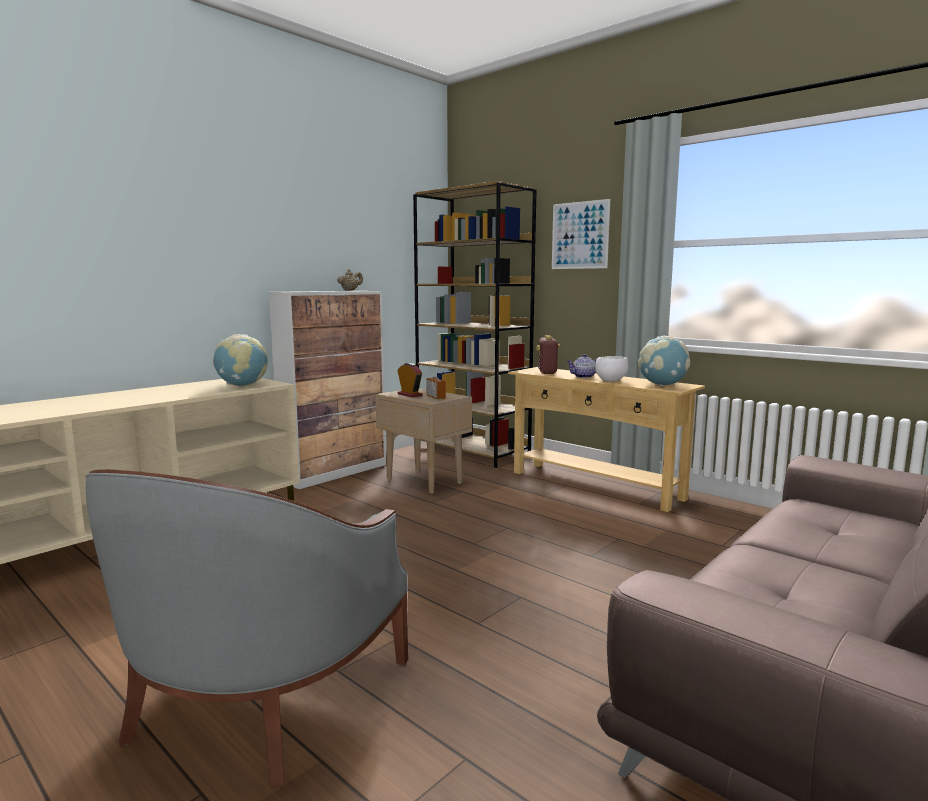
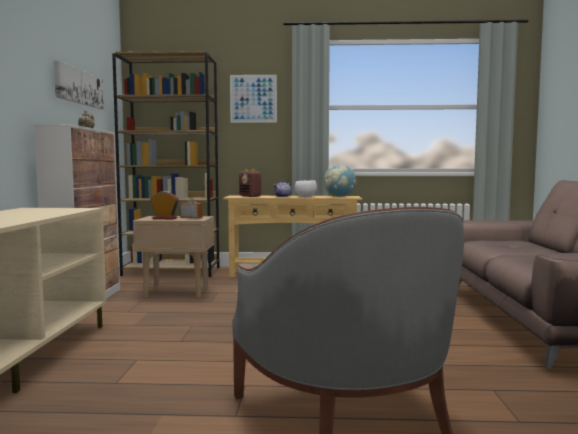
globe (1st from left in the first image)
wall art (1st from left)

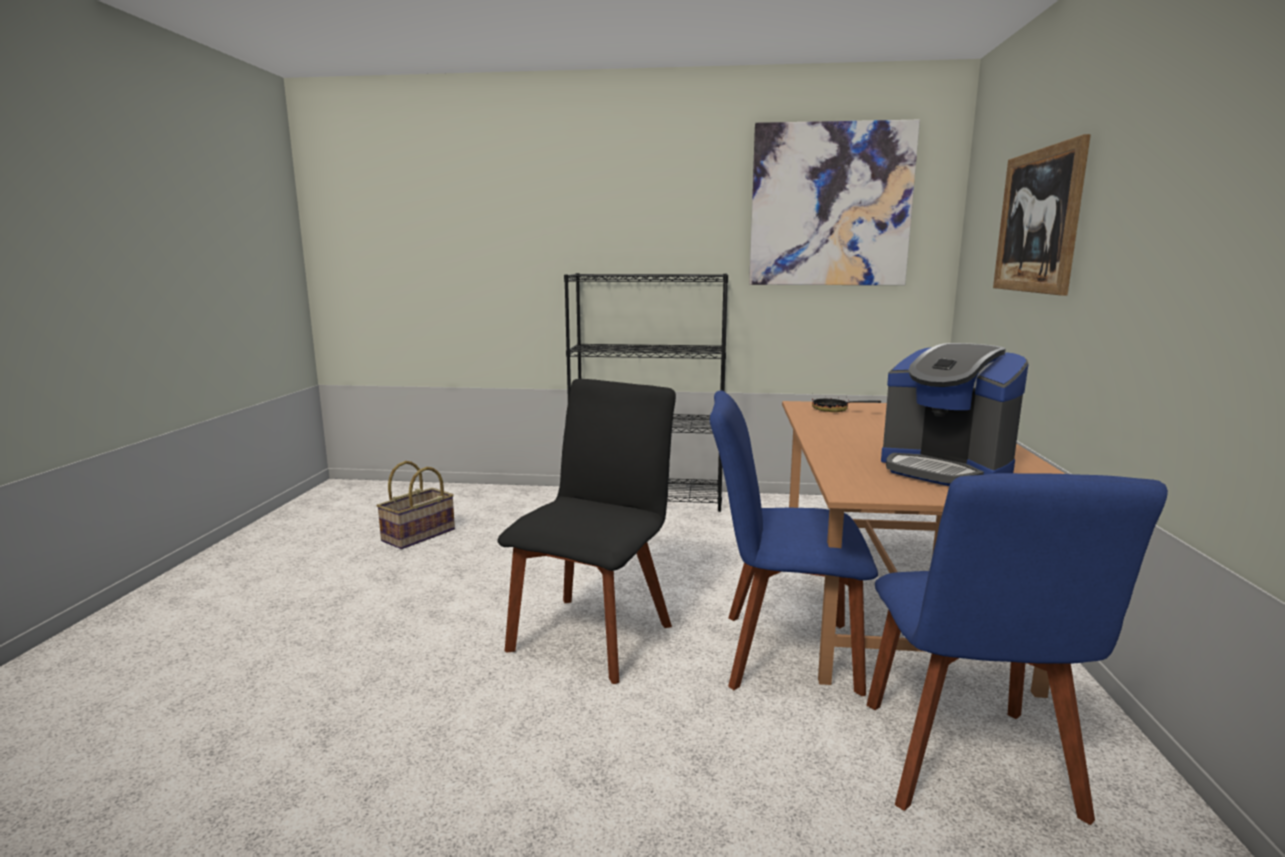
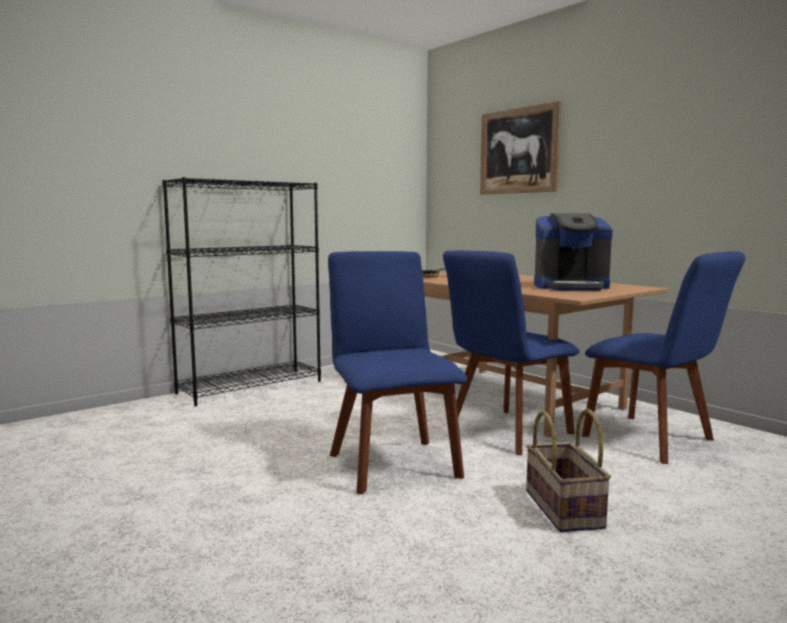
basket
chair in blue (1st from left)
wall art (1st from left in the first image)

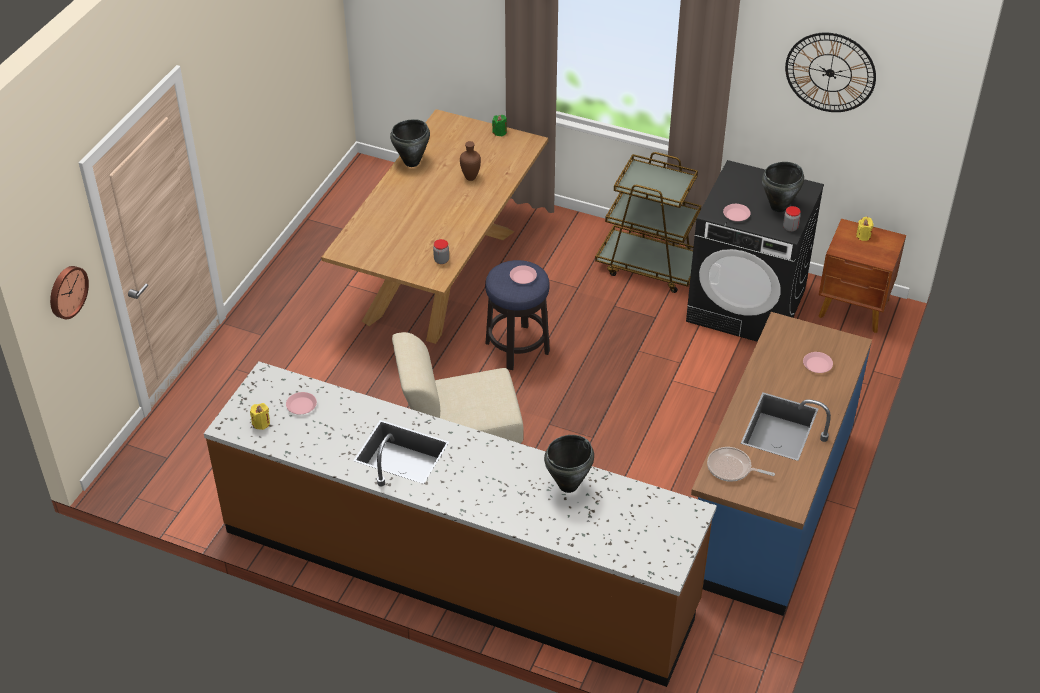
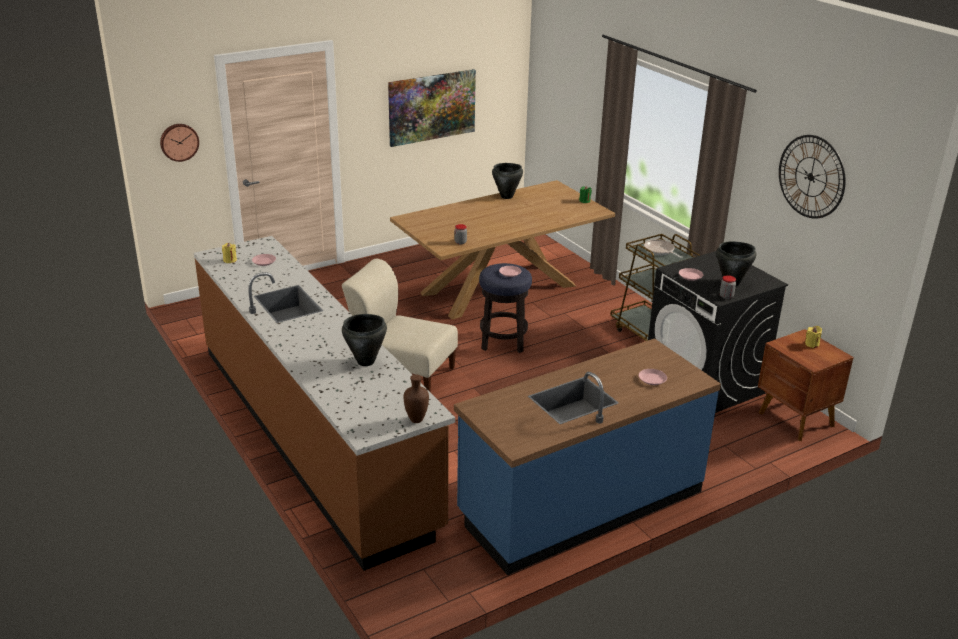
vase in brown-coloured
pan
wall art

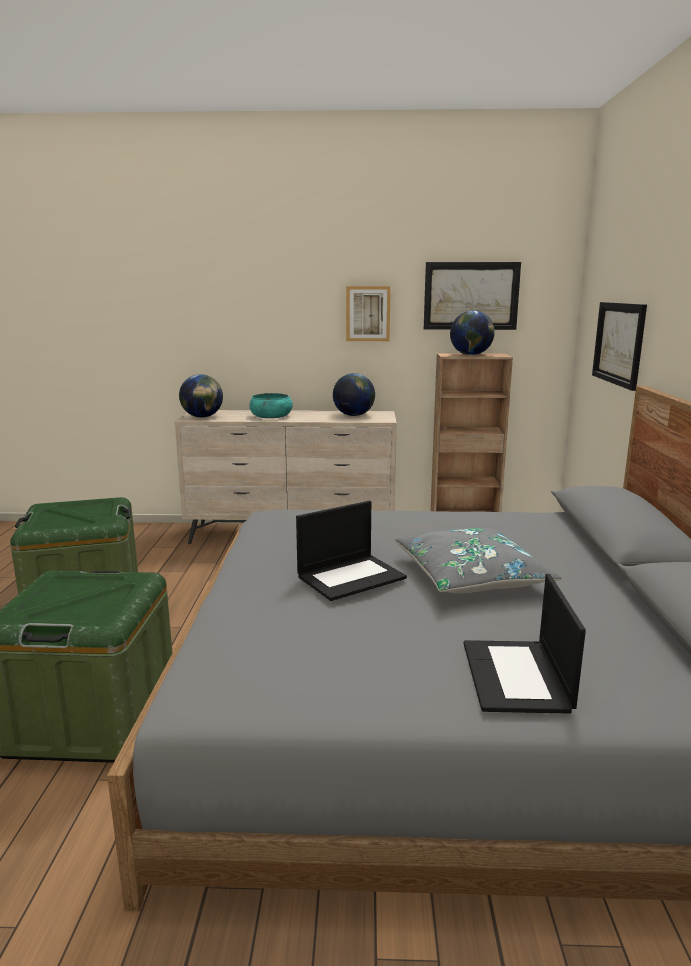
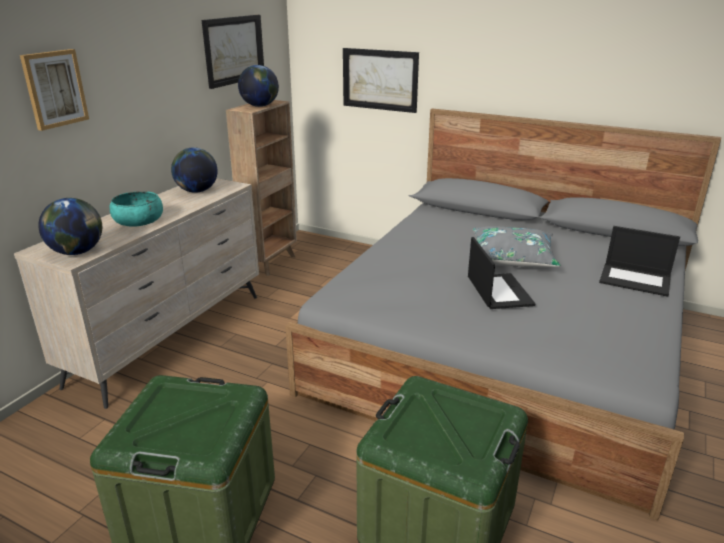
wall art (1st from left)

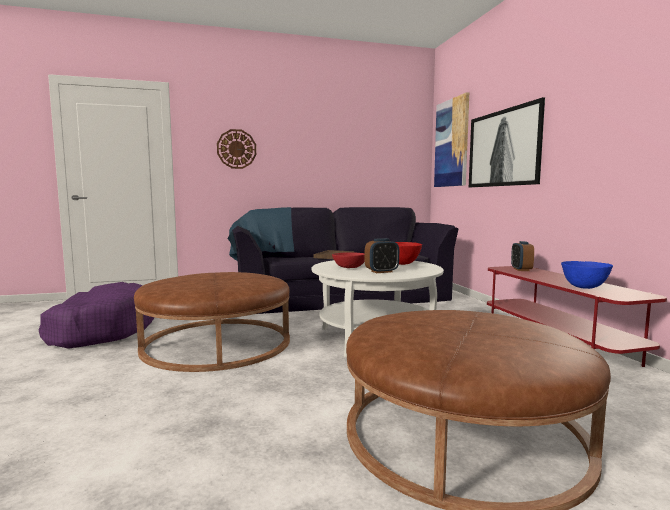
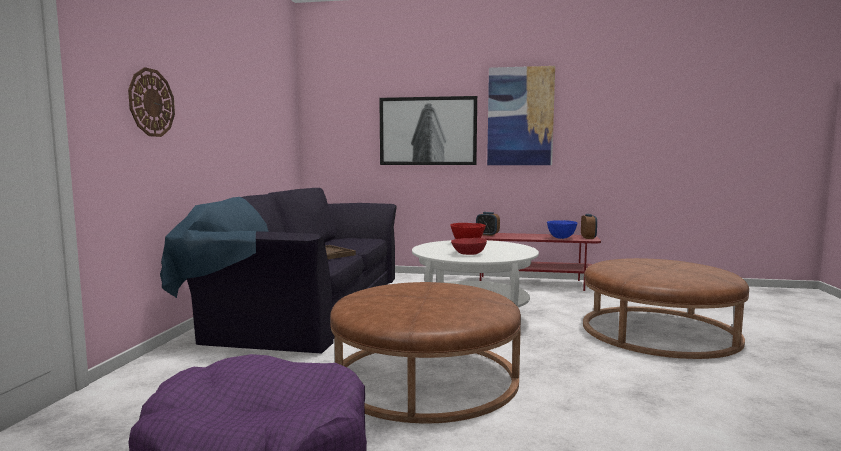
table clock (2nd from left)
wall art (2nd from left)

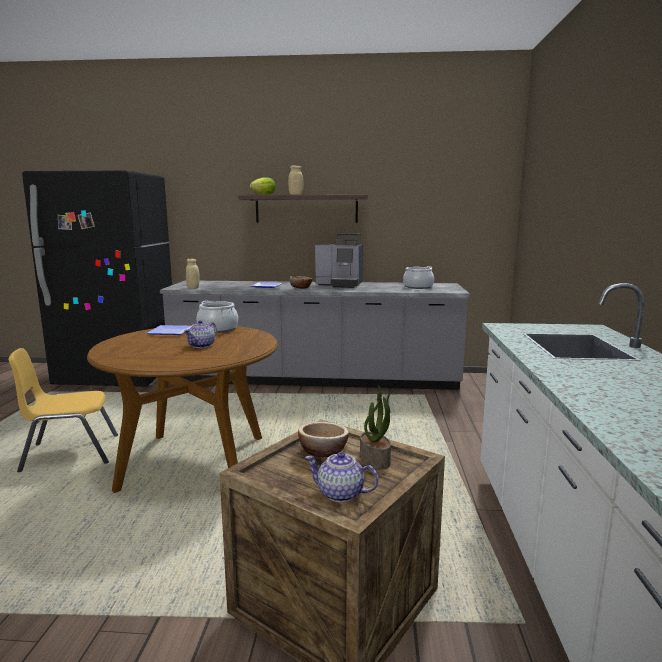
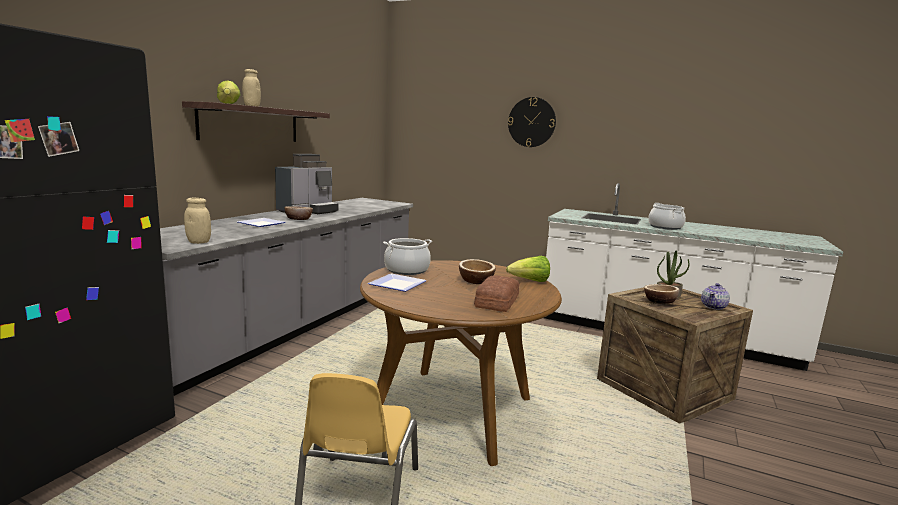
deep dish (2nd from left)
saucepot (2nd from left)
bread
lettuce (2nd from left)
clock on the wall

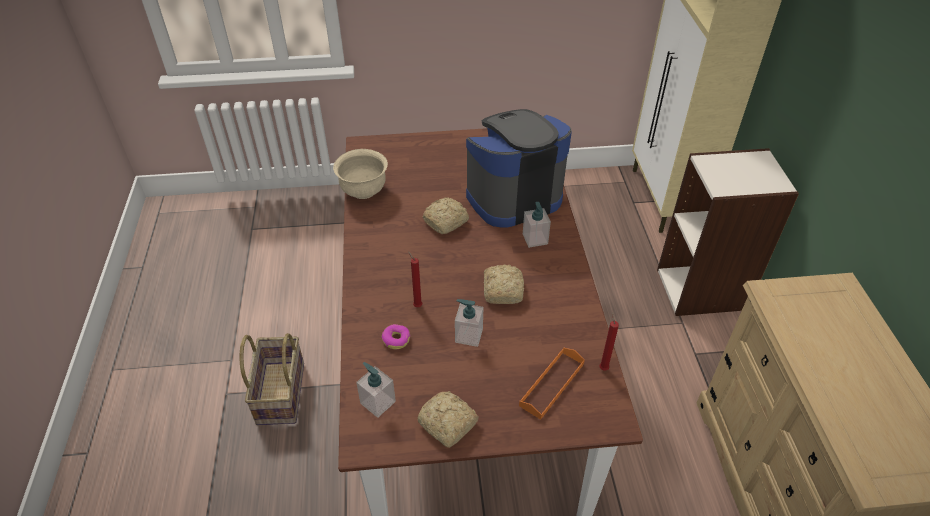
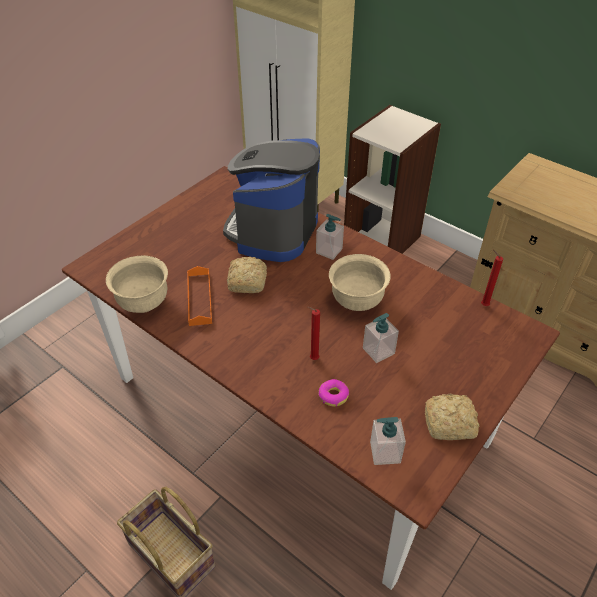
deep dish in sand-coloured (2nd from left)
tray in orange

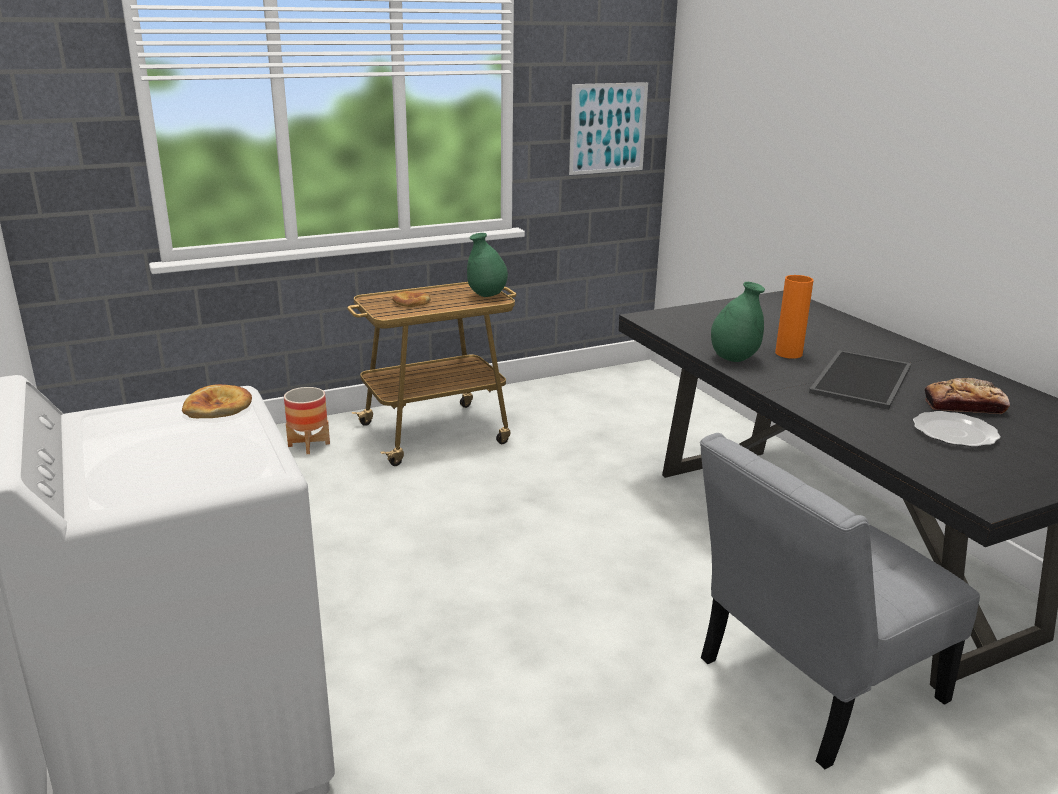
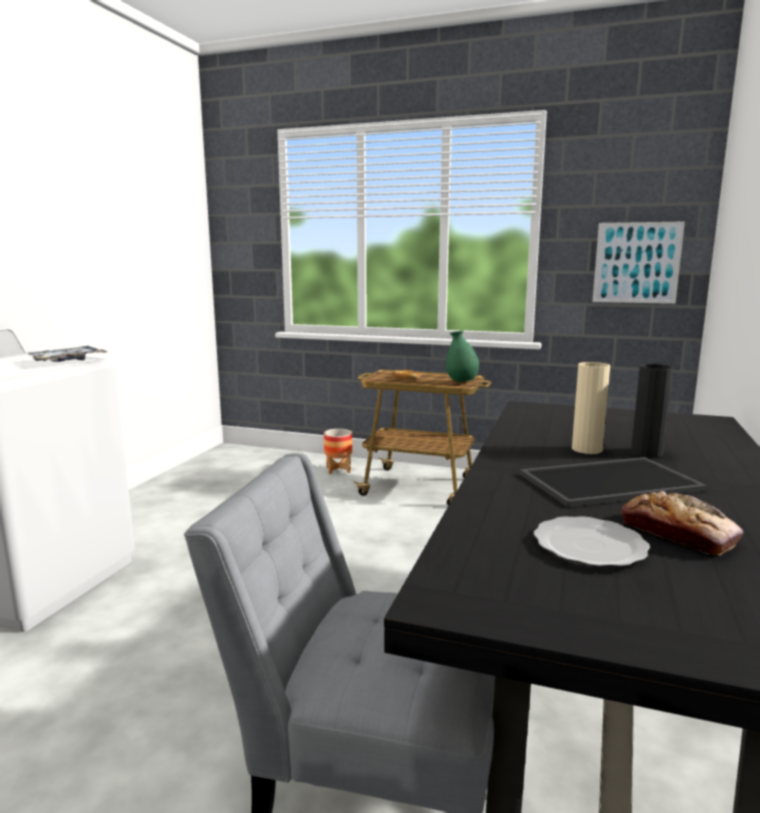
tray (1st from left)
vase in green-coloured (2nd from left in the first image)
vase in sand-coloured
vase in black-coloured

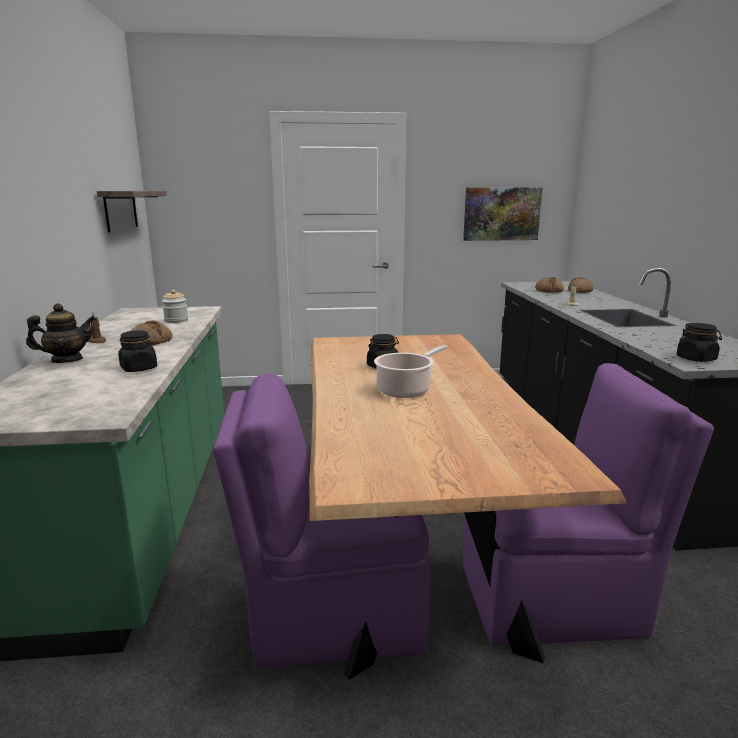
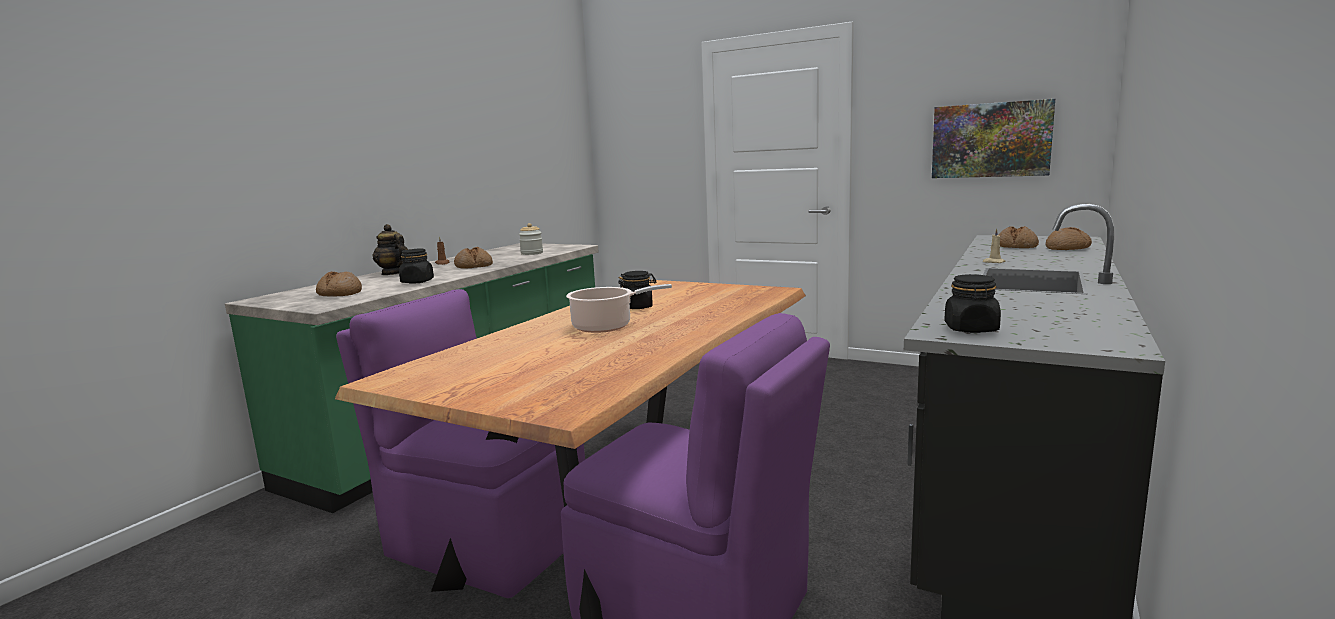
pot for tea
bracket shelf
bread (1st from left)

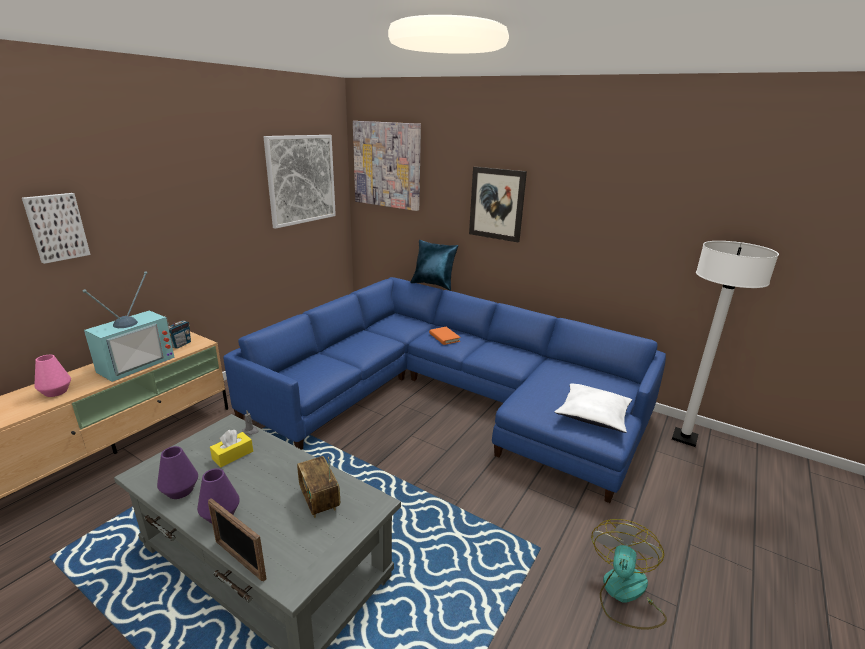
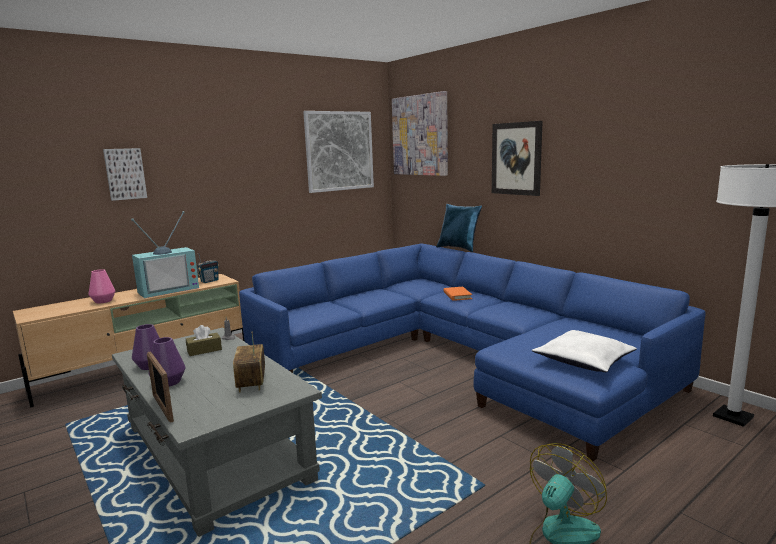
box of tissues in brown-coloured

